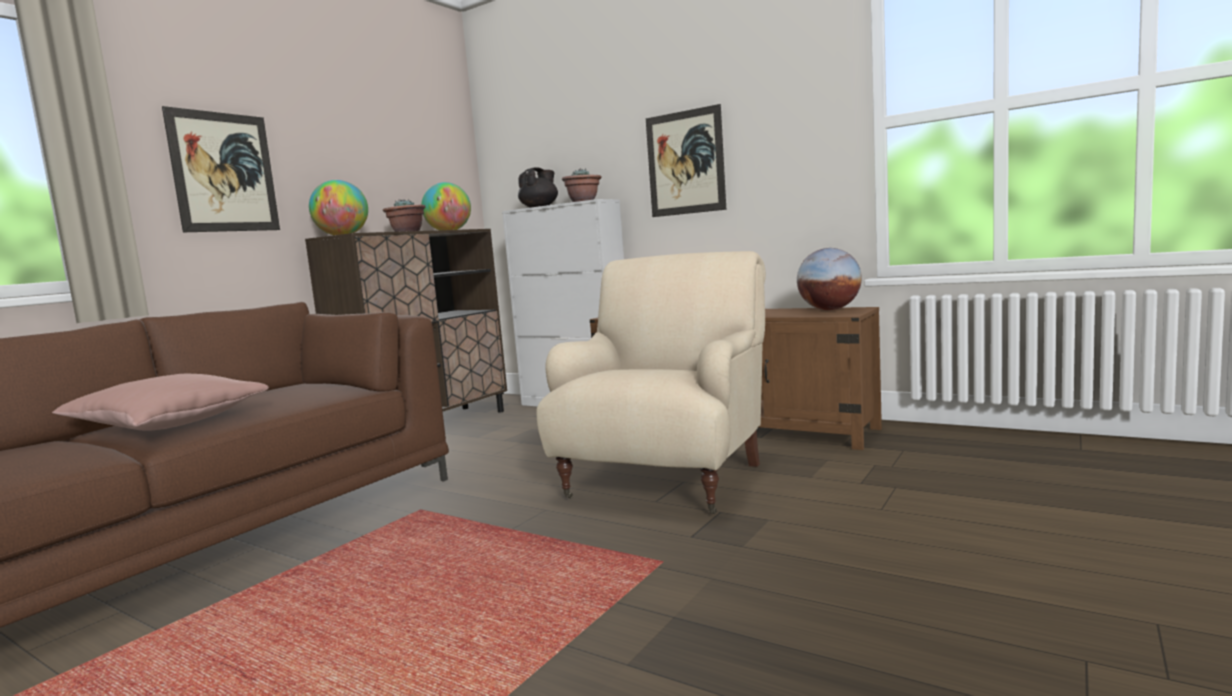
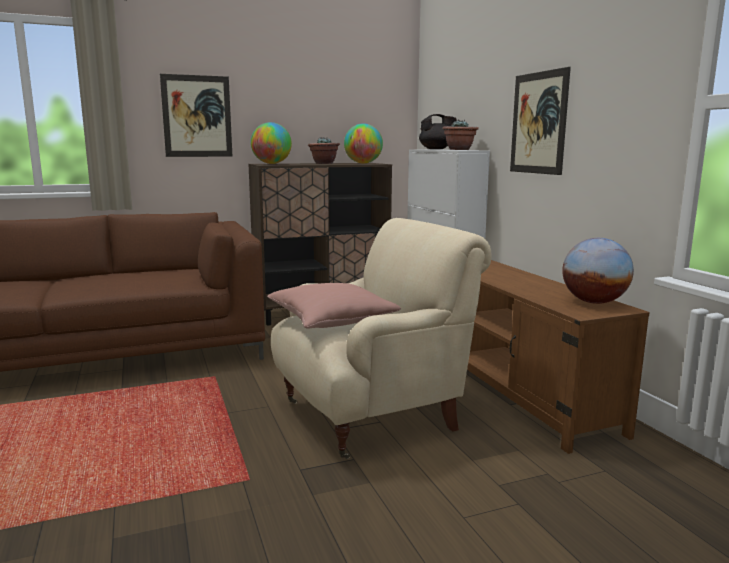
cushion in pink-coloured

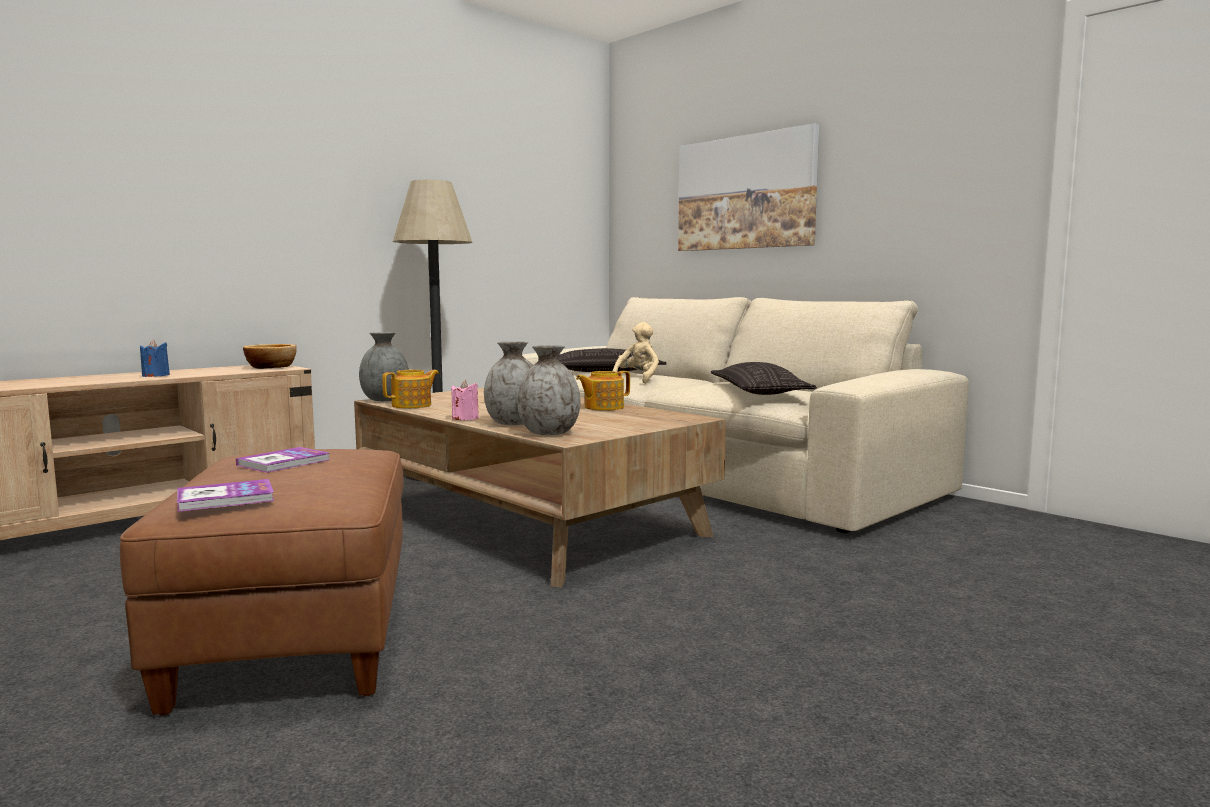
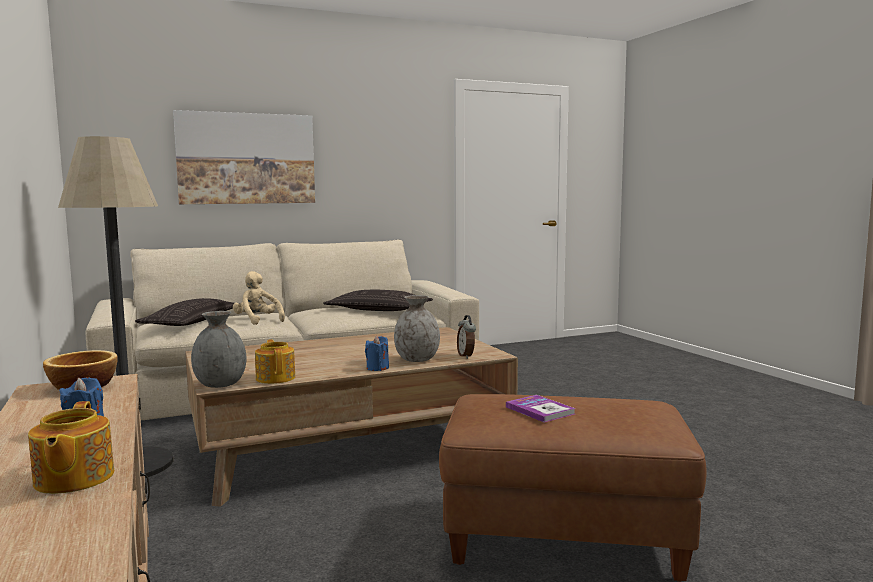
volume (1st from left in the first image)
wax light in blue (2nd from left)
table clock
pot for tea (1st from left)

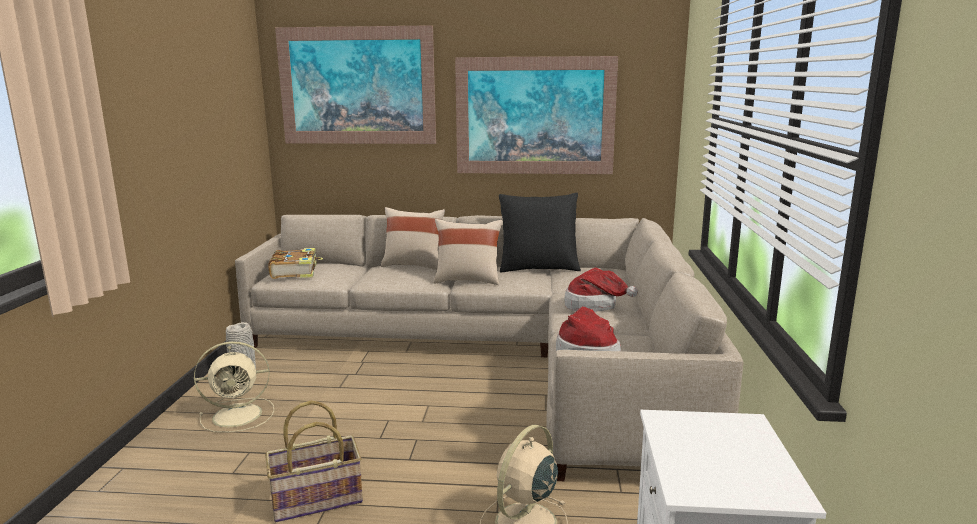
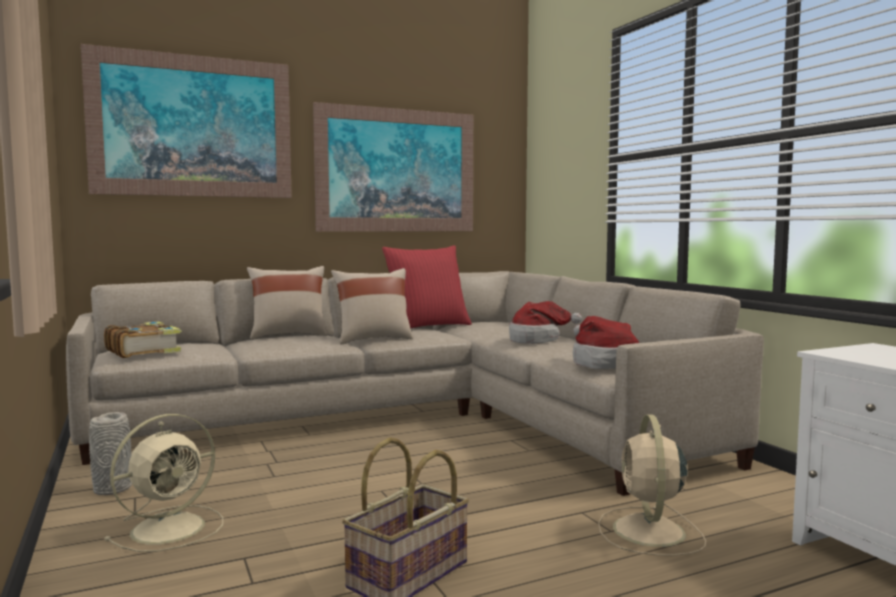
cushion in reddish

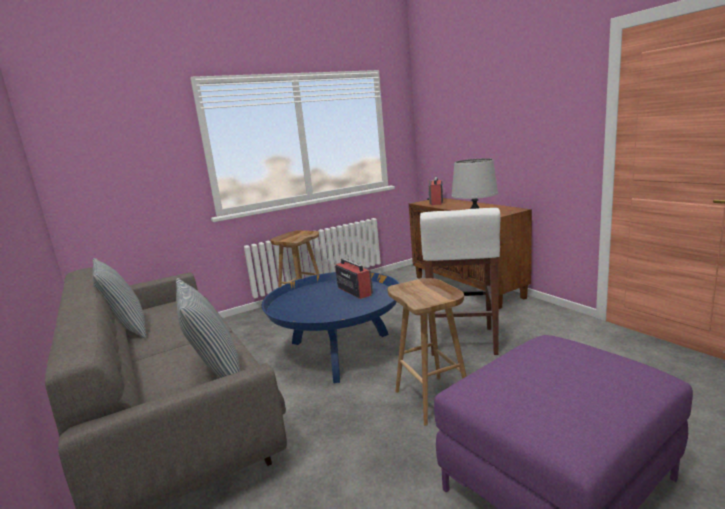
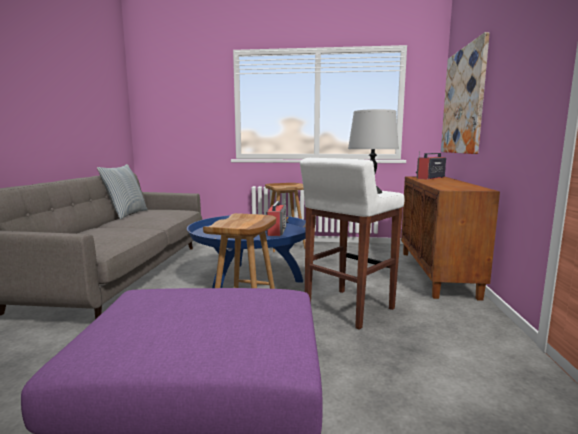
cushion (2nd from left in the first image)
wall art

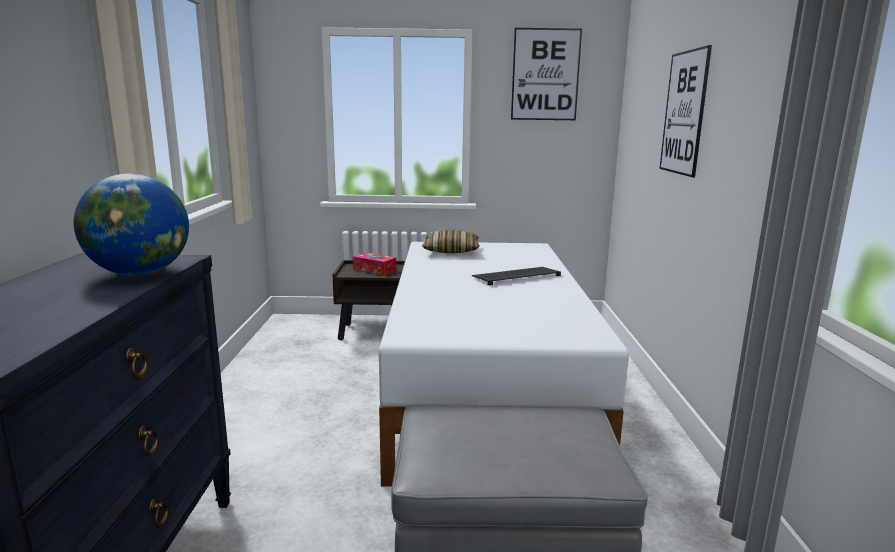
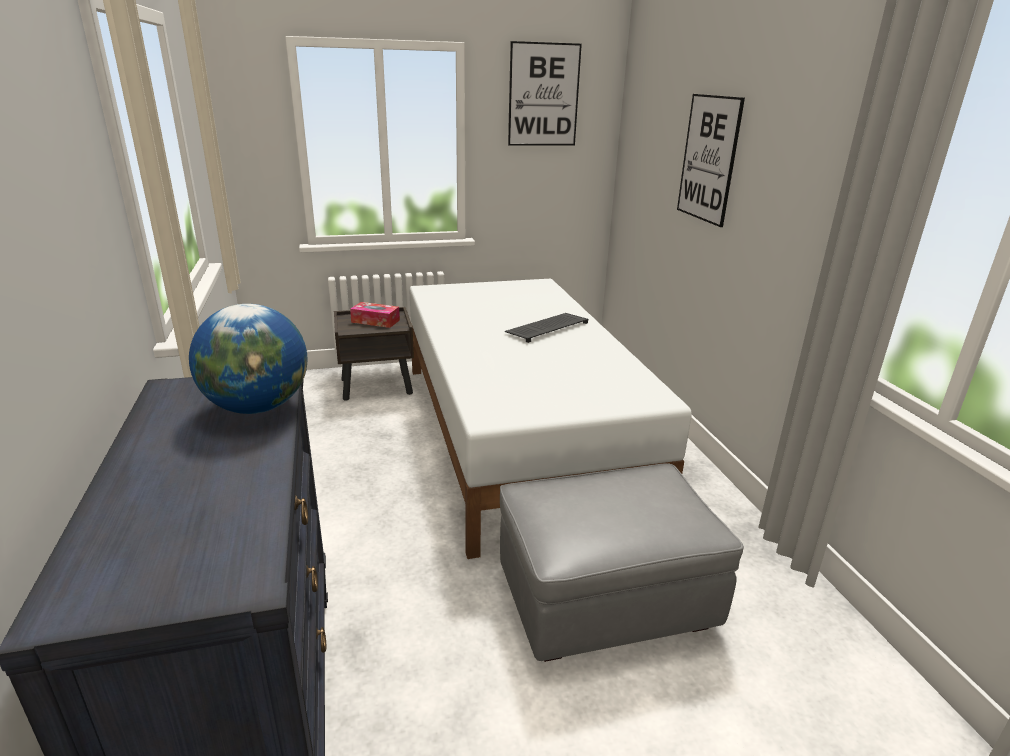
cushion

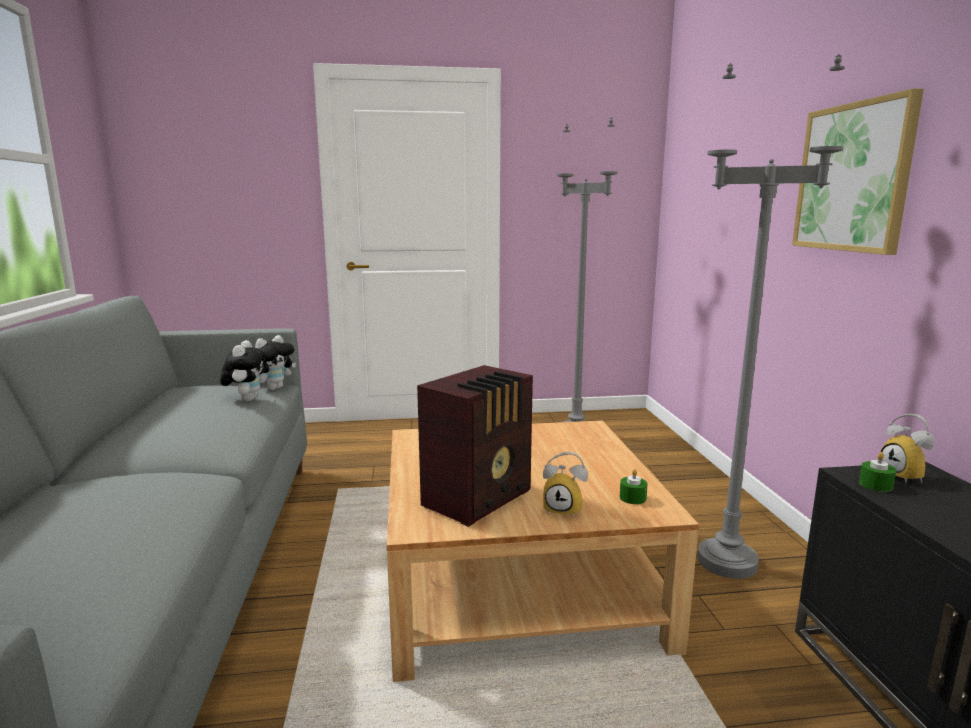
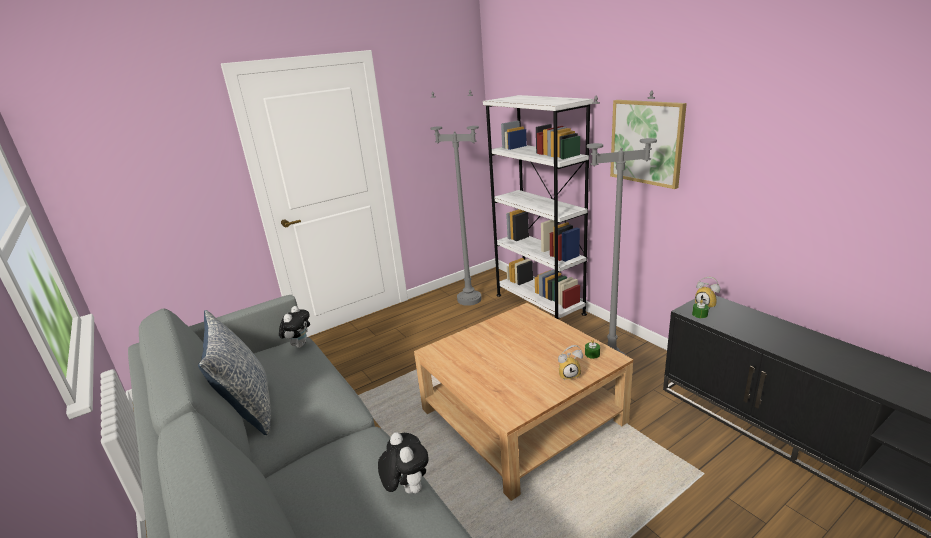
cuddly toy (2nd from left)
radio receiver
cushion
shelving unit in white

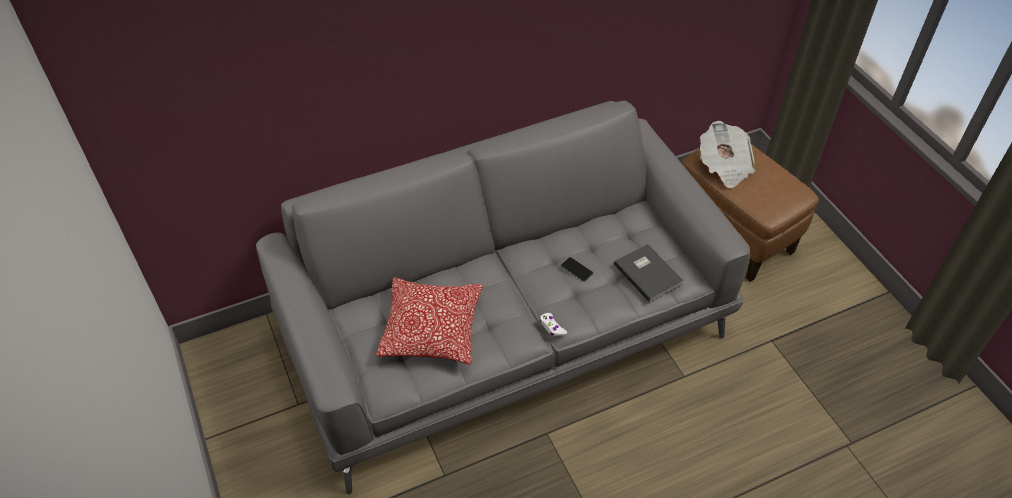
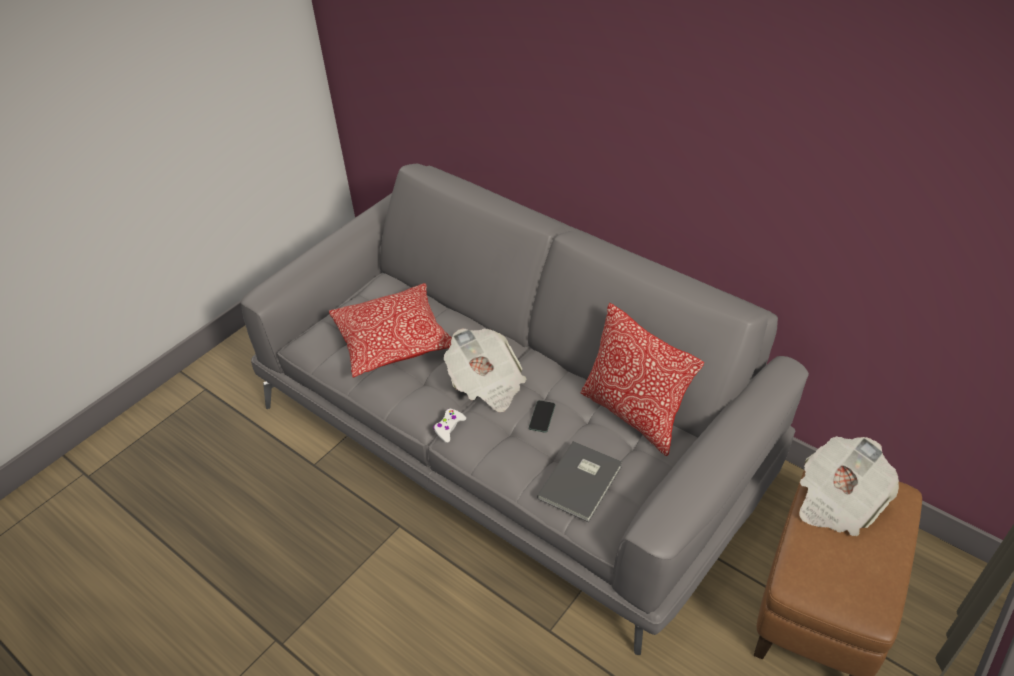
printed paper (1st from left)
cushion (2nd from left)

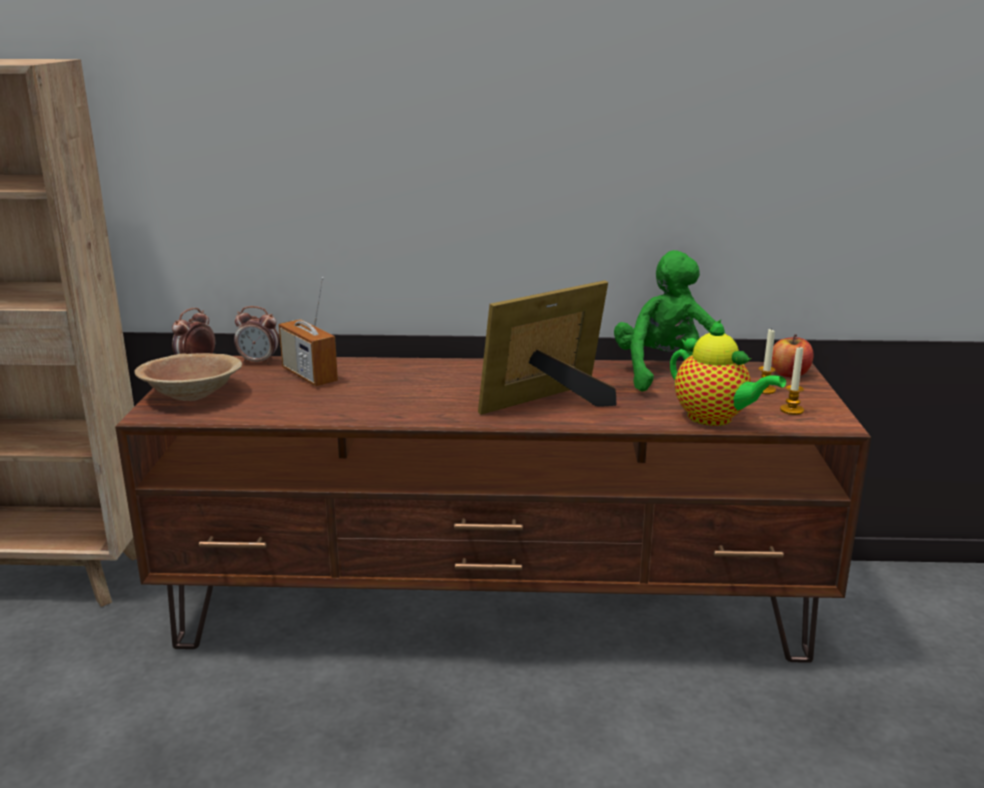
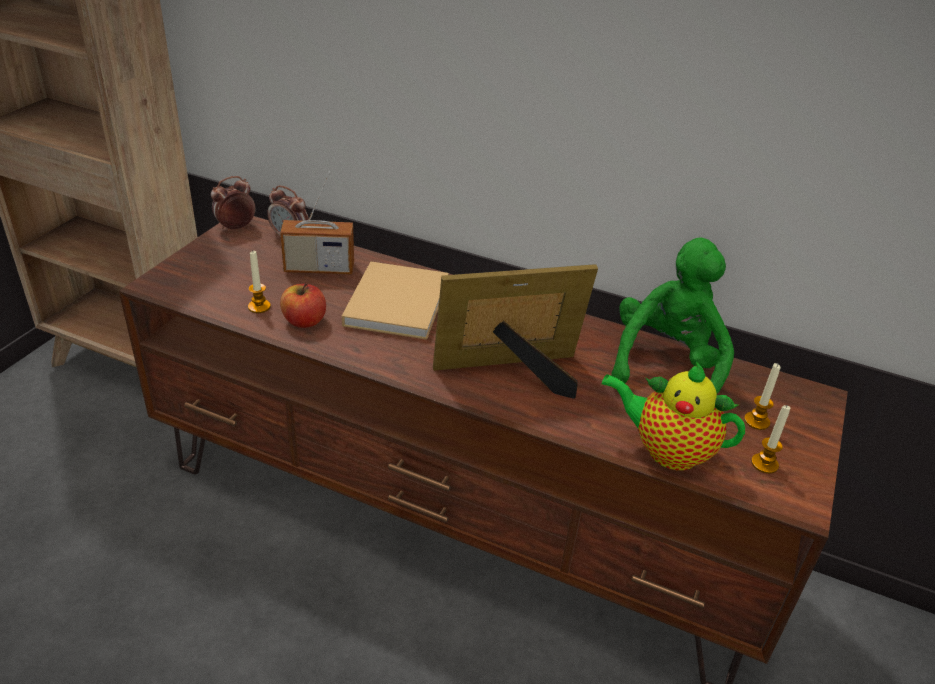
deep dish in brown-coloured
radio receiver
pot for tea
whole apple
wax light (1st from left)
volume in sand-coloured

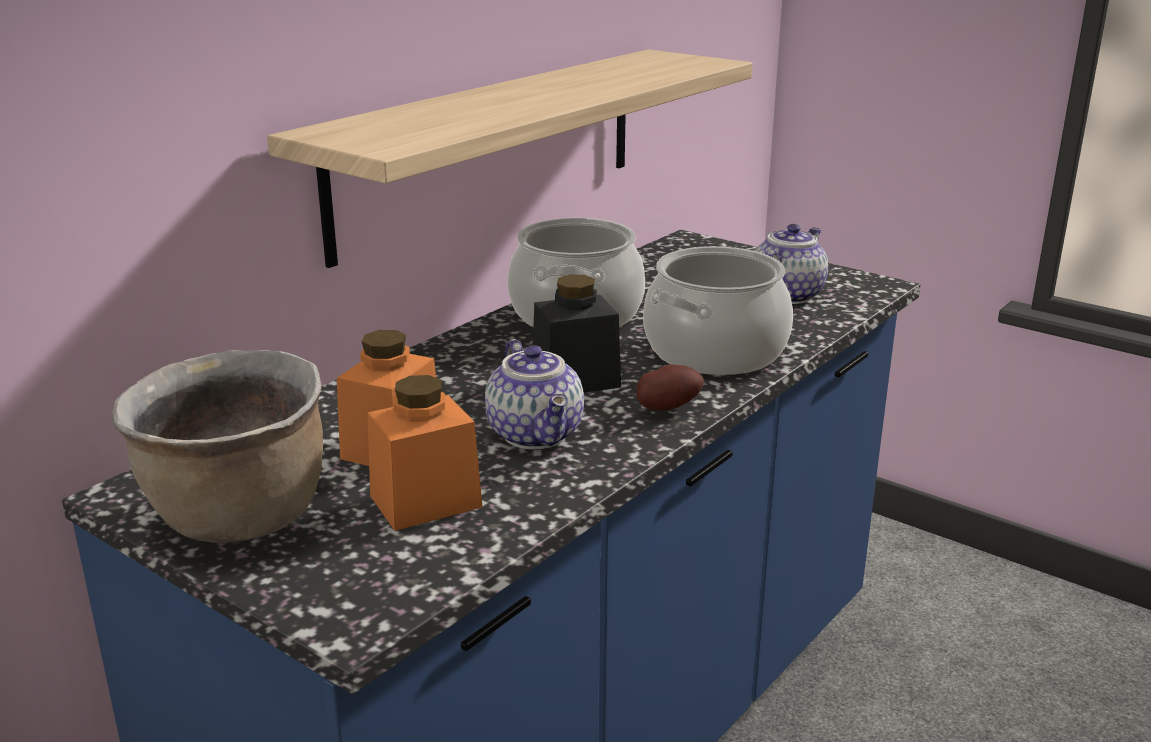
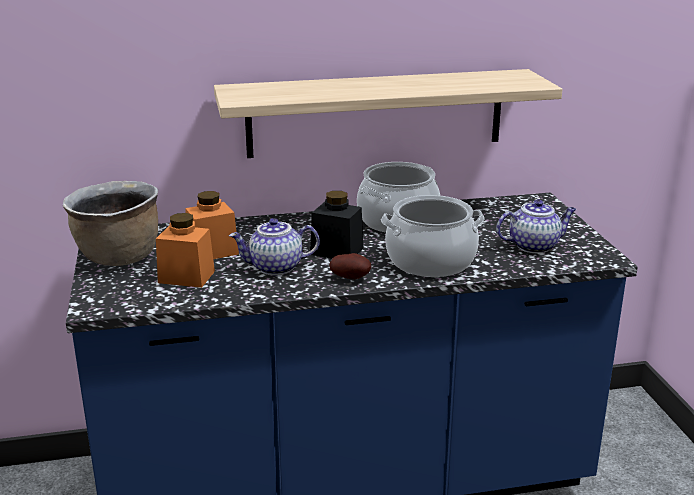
pot for tea (1st from left)

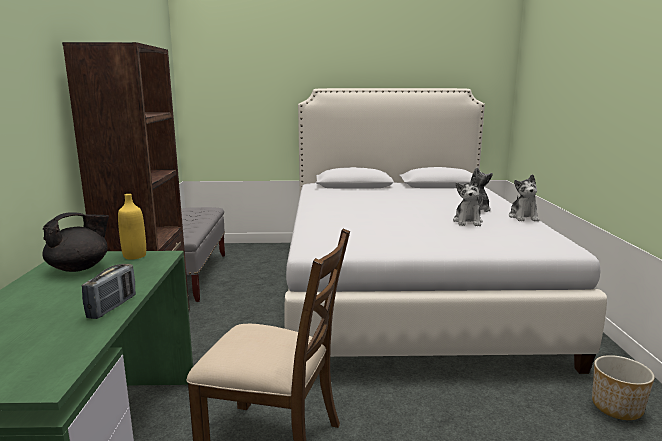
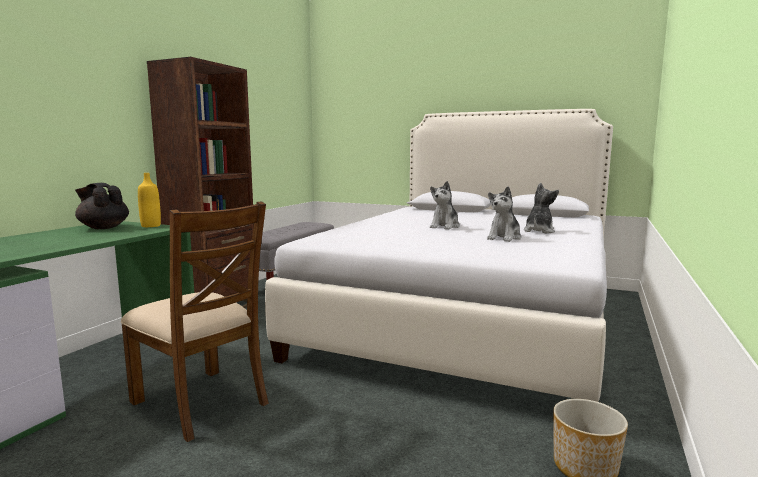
pot for tea in black-coloured
radio receiver
cuddly toy (1st from left)

